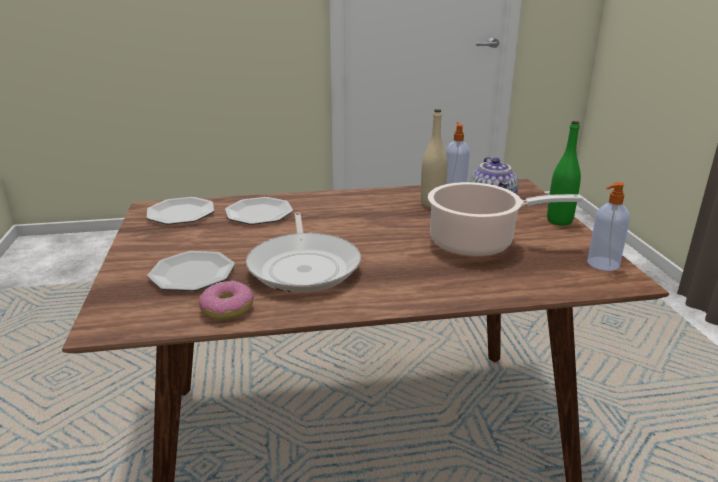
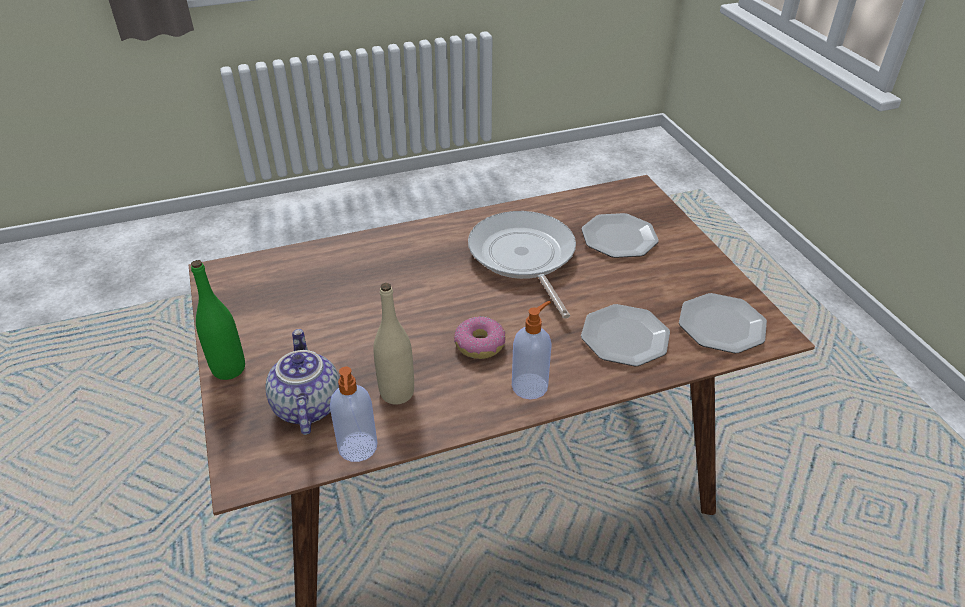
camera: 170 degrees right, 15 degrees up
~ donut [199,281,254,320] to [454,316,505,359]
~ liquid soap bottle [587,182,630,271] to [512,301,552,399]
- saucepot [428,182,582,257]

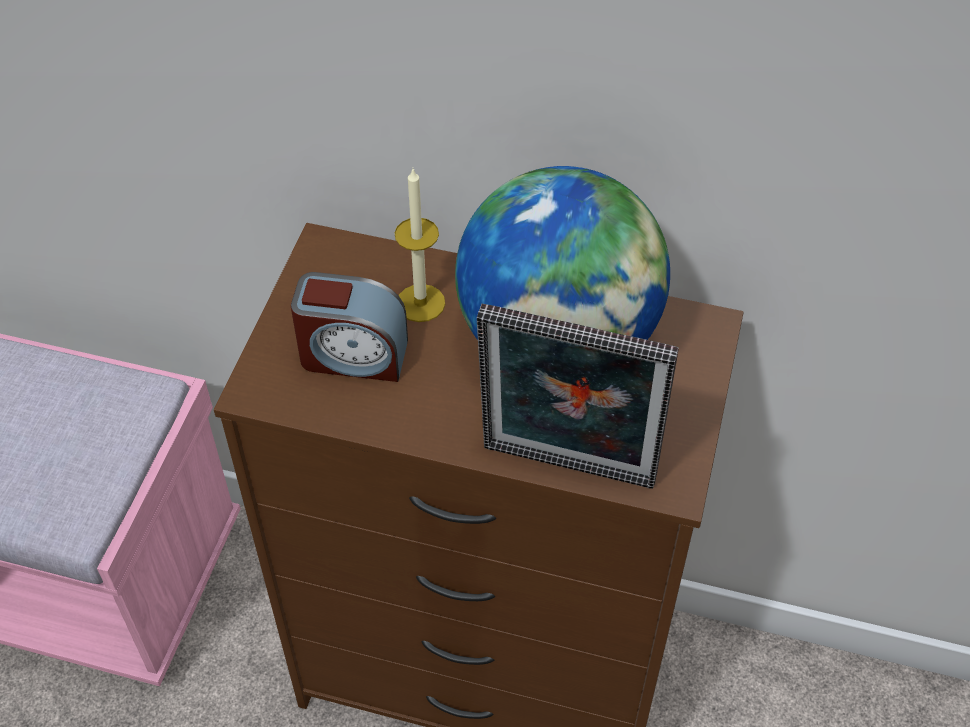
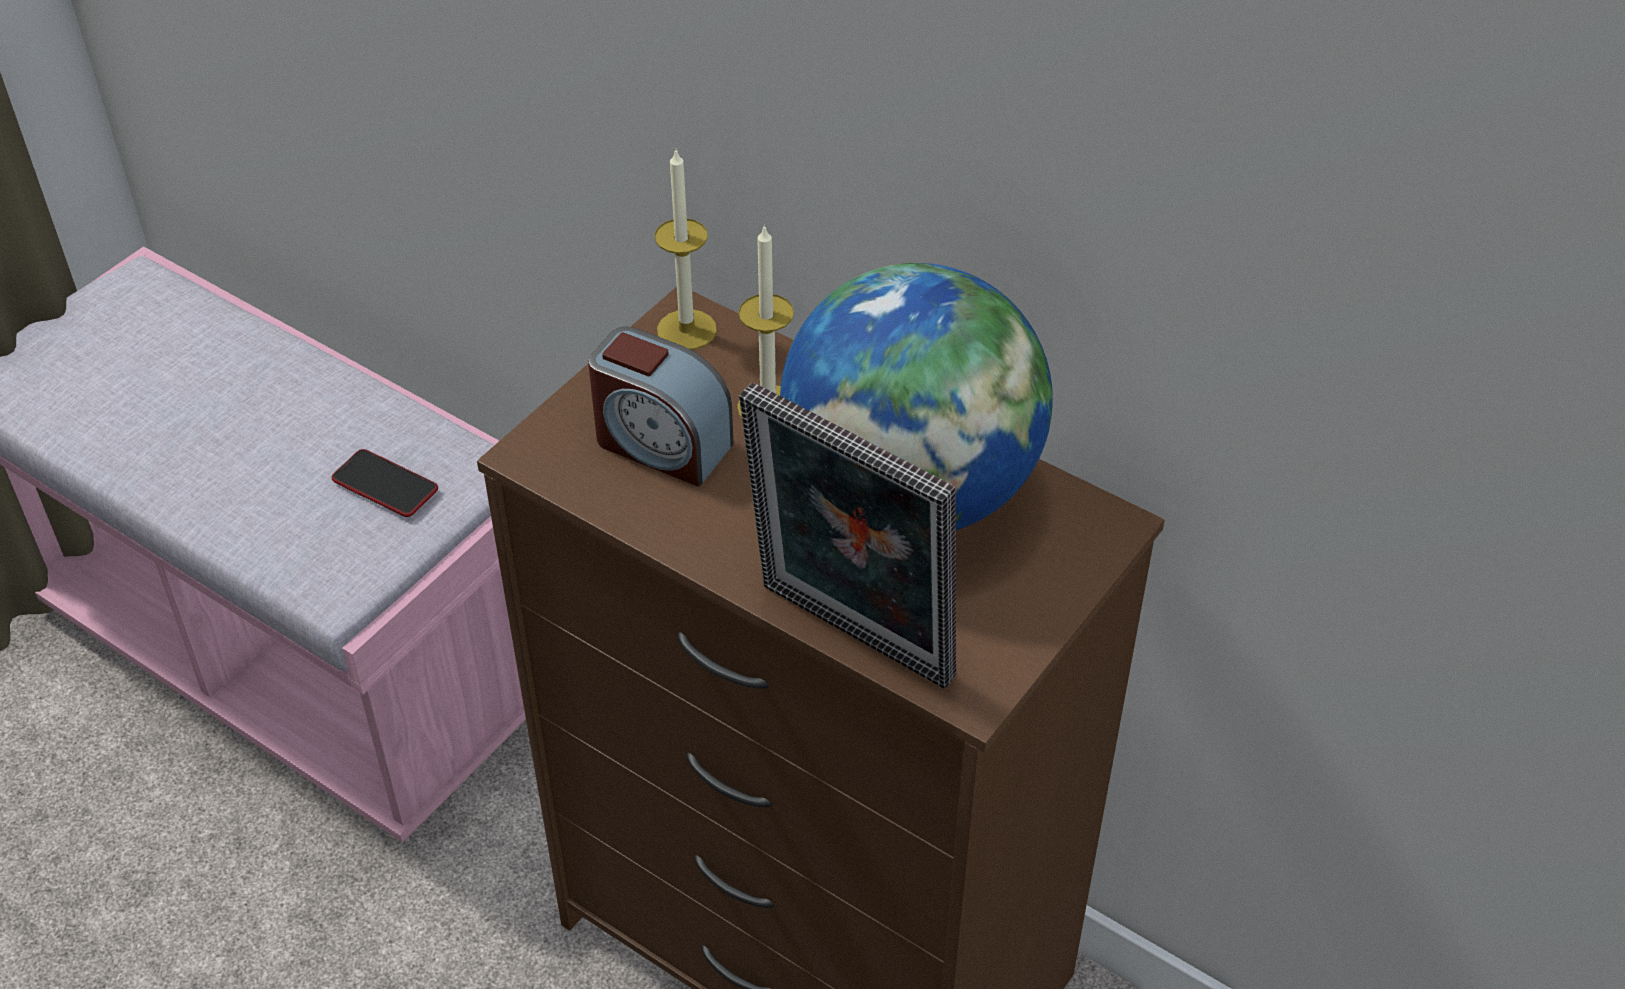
camera: 20 degrees right, 5 degrees down
+ telephone [332,449,438,517]
+ wax light [655,150,717,350]

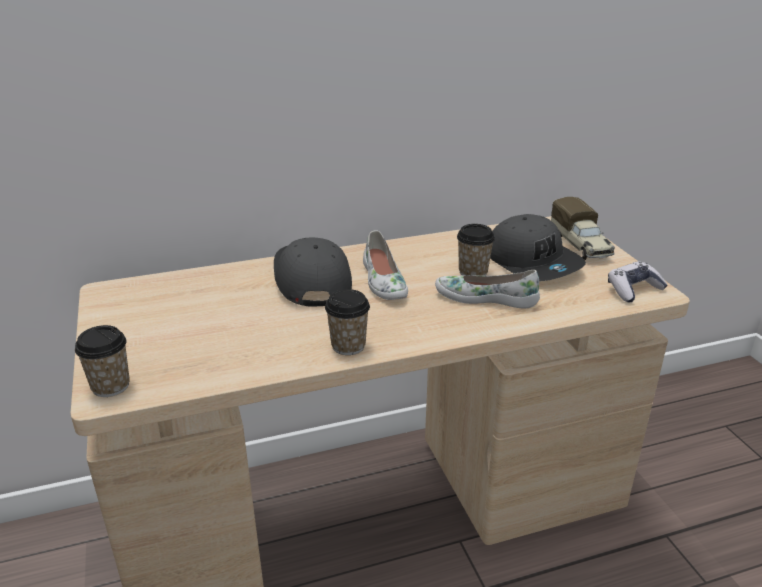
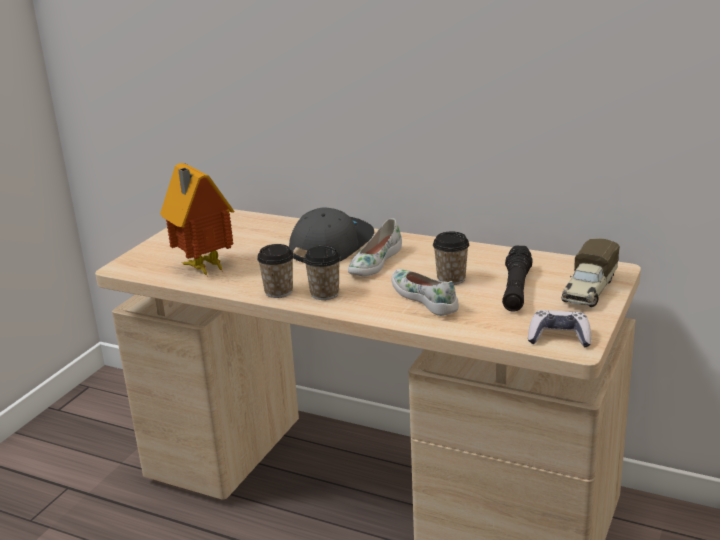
camera: 45 degrees right, 5 degrees down
+ toy house [160,163,235,277]
~ small cup [75,325,130,397] to [304,246,341,300]
~ baseball cap/greyish [490,214,586,281] to torch/black [502,245,533,312]

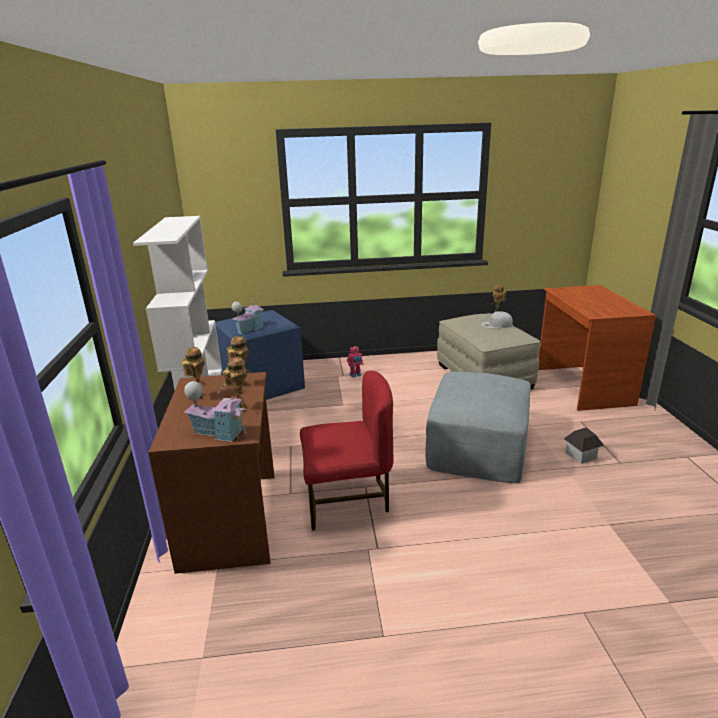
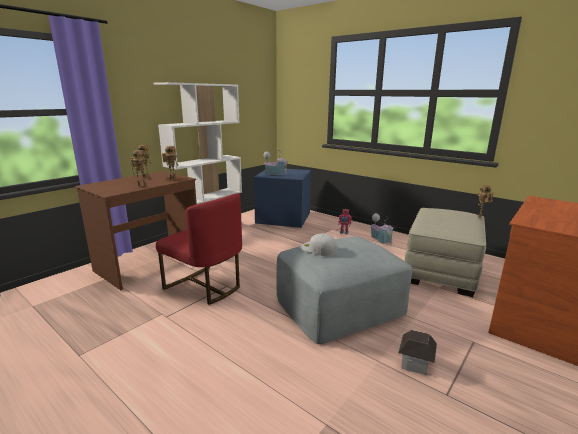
camera: 45 degrees right, 5 degrees down
~ baseball cap/white [482,311,513,329] to [300,233,337,256]
~ toy house [184,381,246,442] to [370,213,394,244]

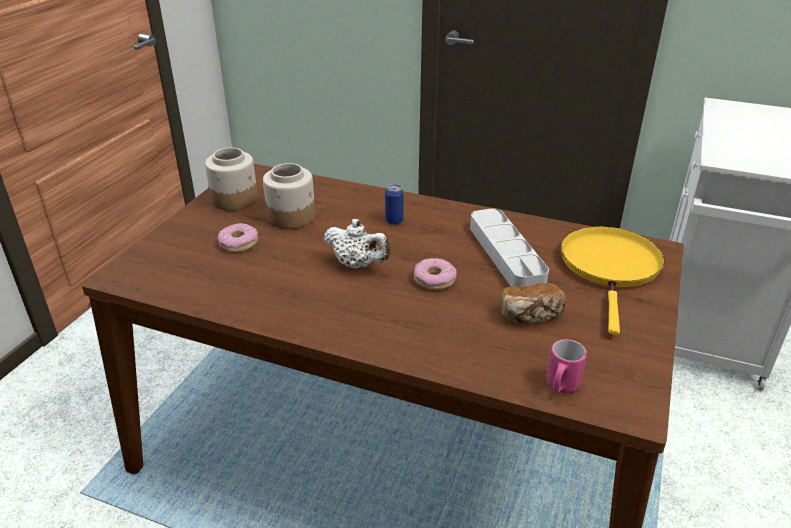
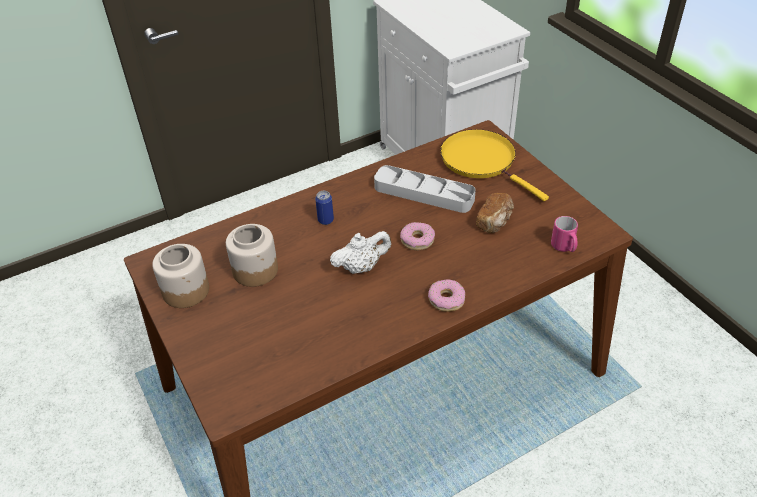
camera: 50 degrees left, 10 degrees up
~ donut [217,223,258,253] to [428,279,465,312]

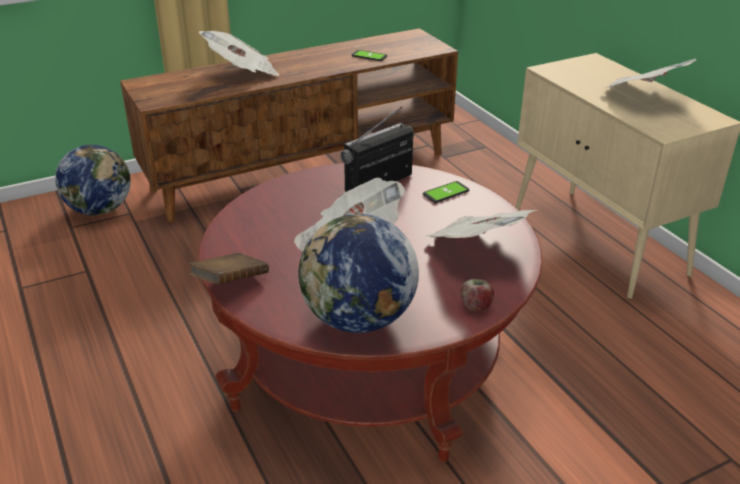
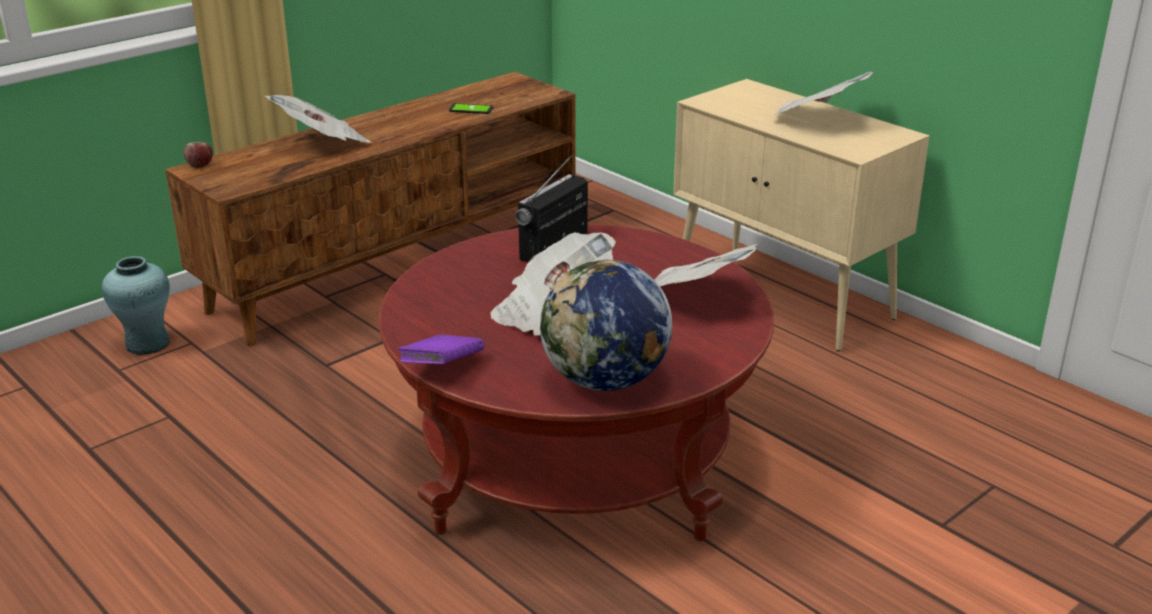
camera: 15 degrees left, 5 degrees down
~ desk globe [55,145,131,215] to flower vase/blue-green [102,256,170,355]
~ apple fruit [460,279,494,312] to [183,142,213,168]
~ bound book/brown-coloured [189,253,269,284] to bound book/purple-coloured [398,335,484,364]
- telephone [423,181,469,203]

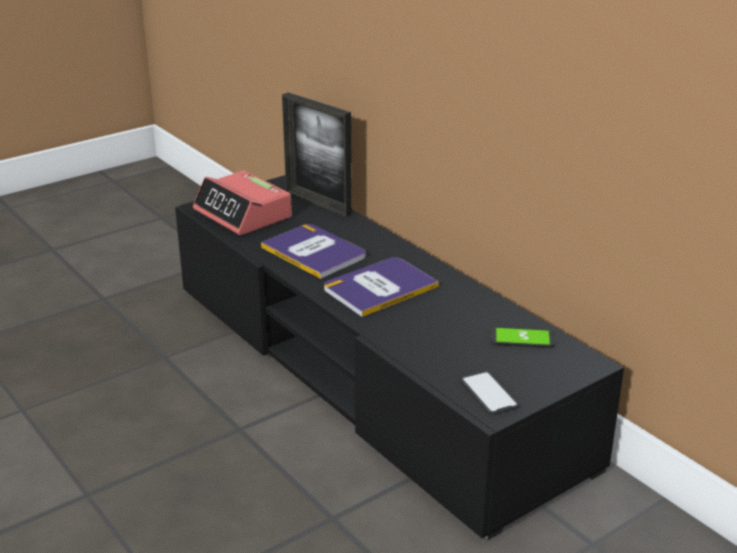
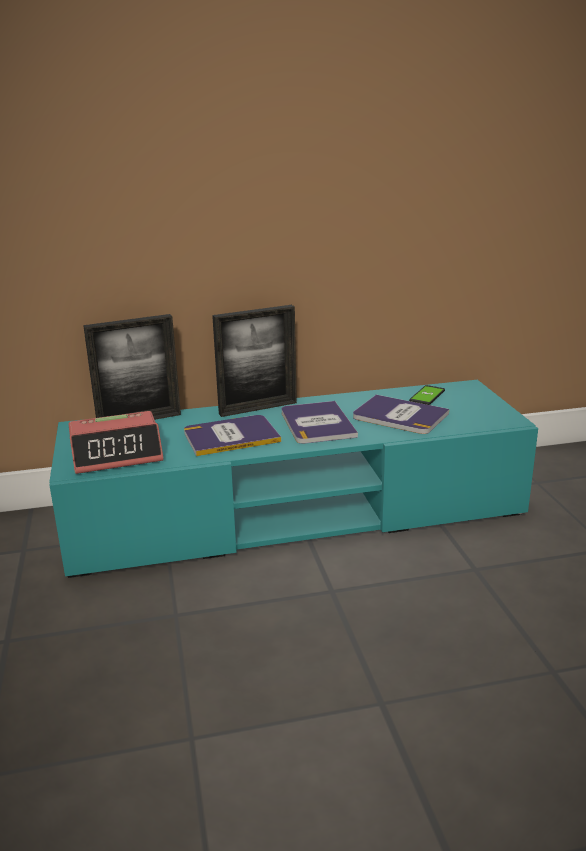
camera: 65 degrees left, 5 degrees down
~ tv unit/black [175,175,624,540] to tv unit/blue-green [49,380,538,578]
+ standing frame [212,305,297,417]
+ bound book [353,395,449,434]
- telephone [460,371,519,415]

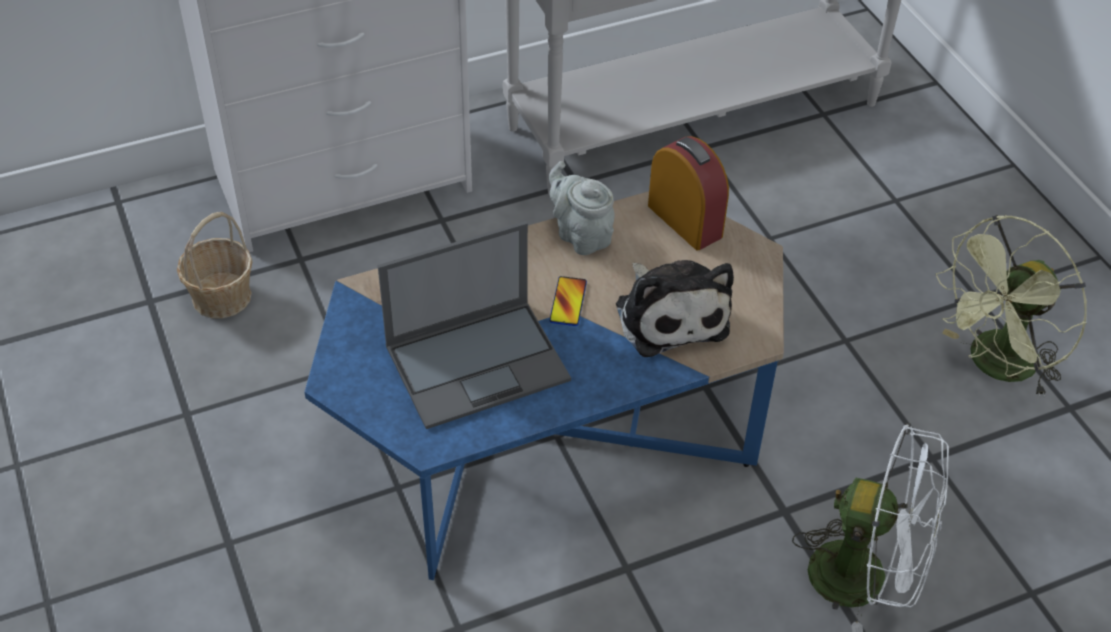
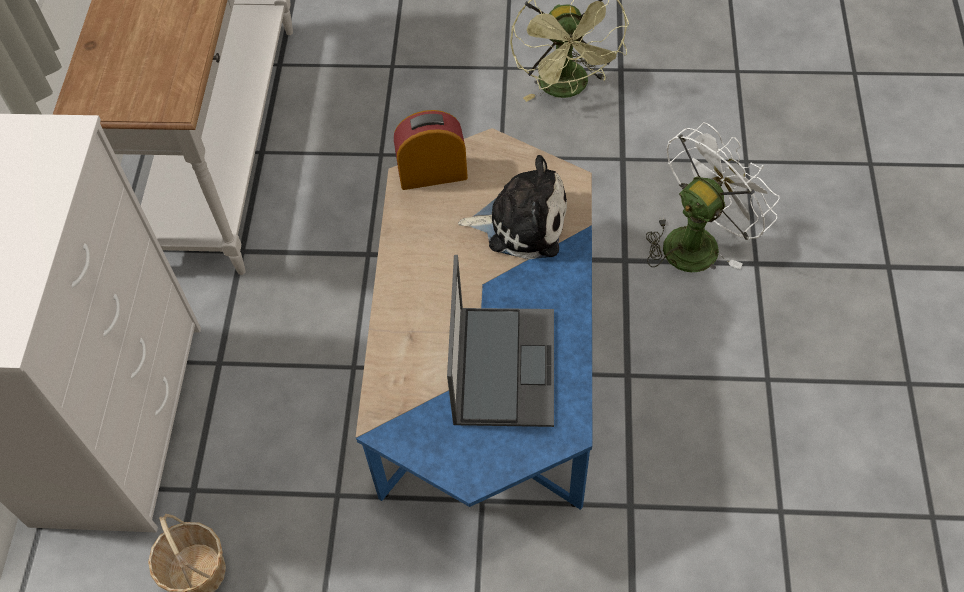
camera: 60 degrees left, 10 degrees up
- tea pot/greyish [549,161,615,255]
- telephone [549,276,587,326]

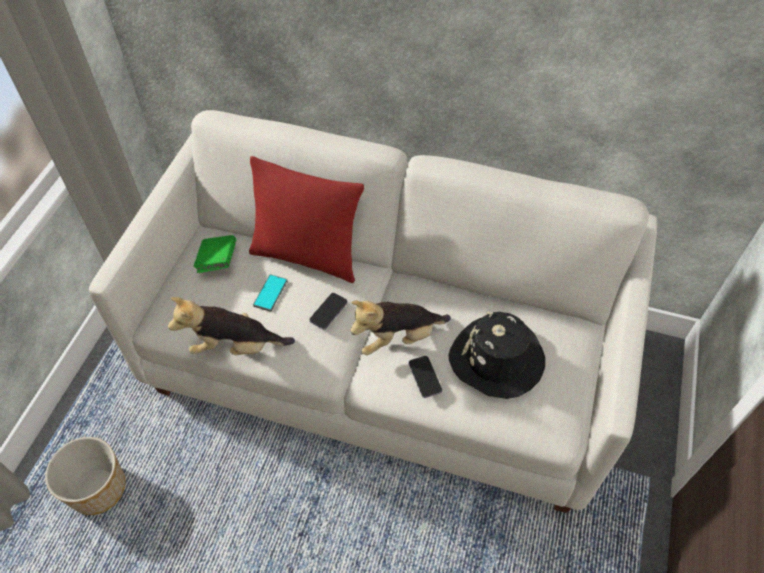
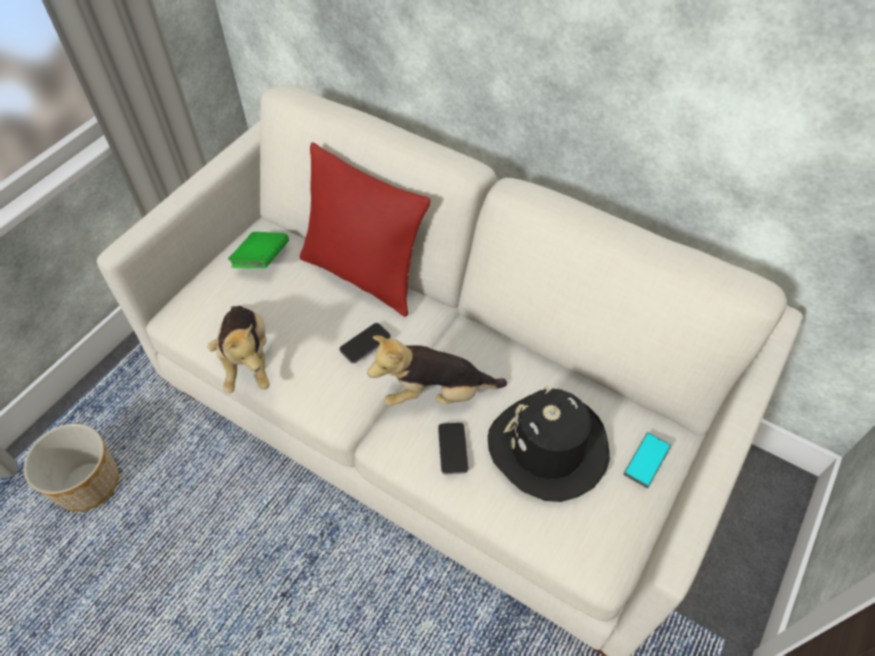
camera: 15 degrees right, 0 degrees up
~ plush toy [168,297,295,355] = [208,306,270,394] 120 degrees counterclockwise
~ telephone [253,274,287,312] to [623,432,671,488]

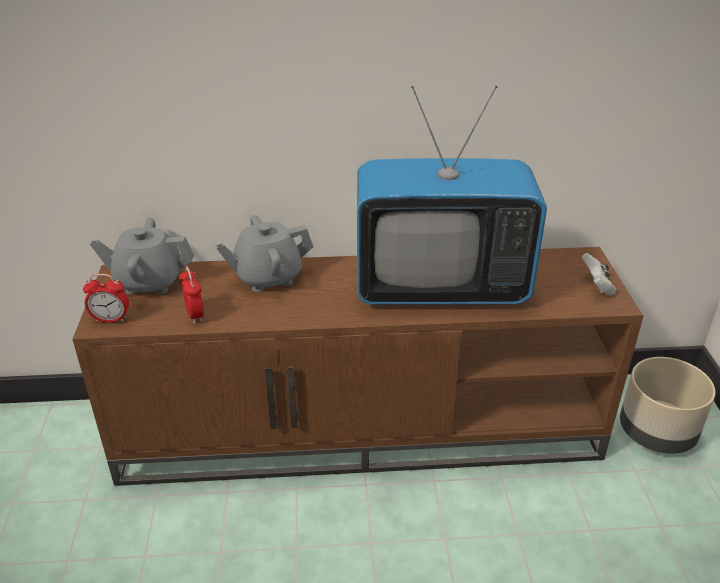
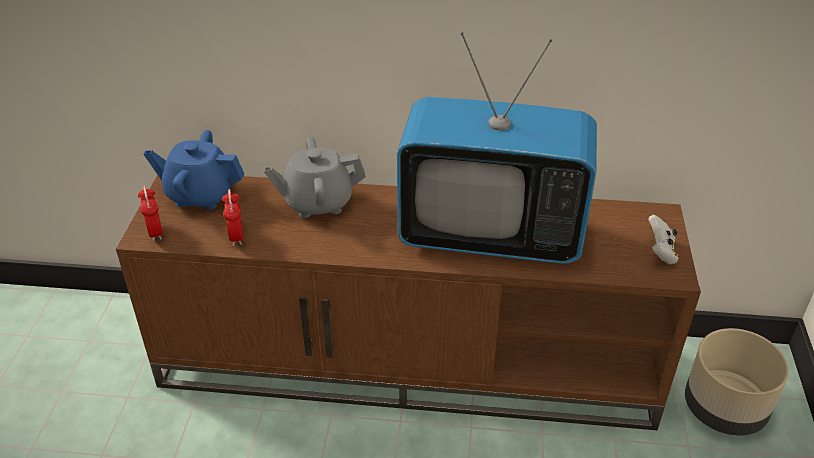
camera: 10 degrees right, 5 degrees up
~ alarm clock [83,274,129,323] = [138,186,163,241] 60 degrees clockwise
~ tea pot/greyish [90,218,194,295] to tea pot/blue [144,130,244,210]

